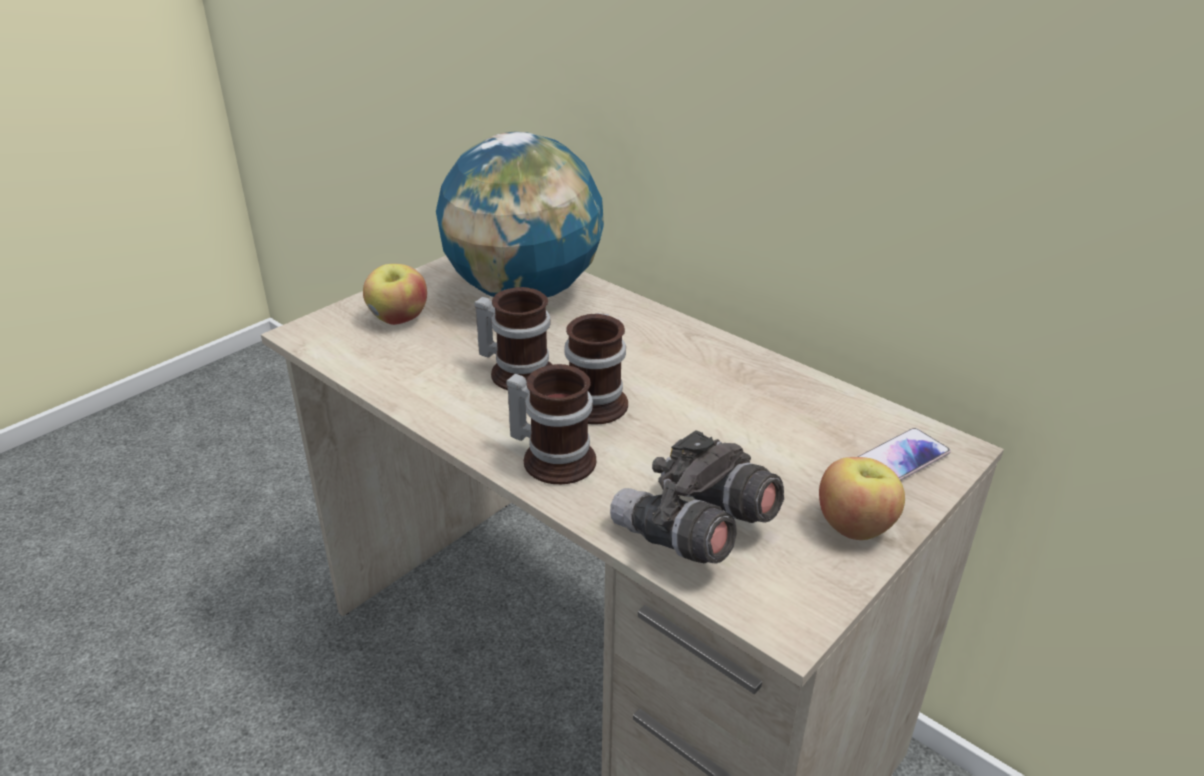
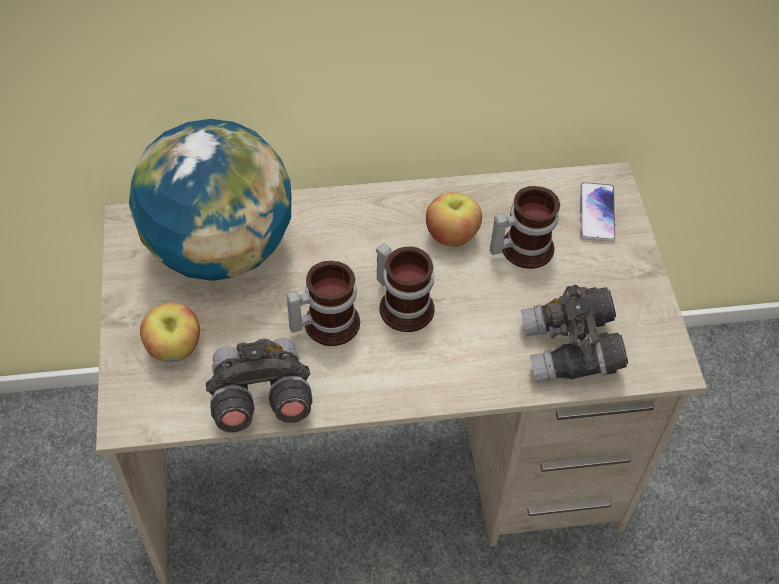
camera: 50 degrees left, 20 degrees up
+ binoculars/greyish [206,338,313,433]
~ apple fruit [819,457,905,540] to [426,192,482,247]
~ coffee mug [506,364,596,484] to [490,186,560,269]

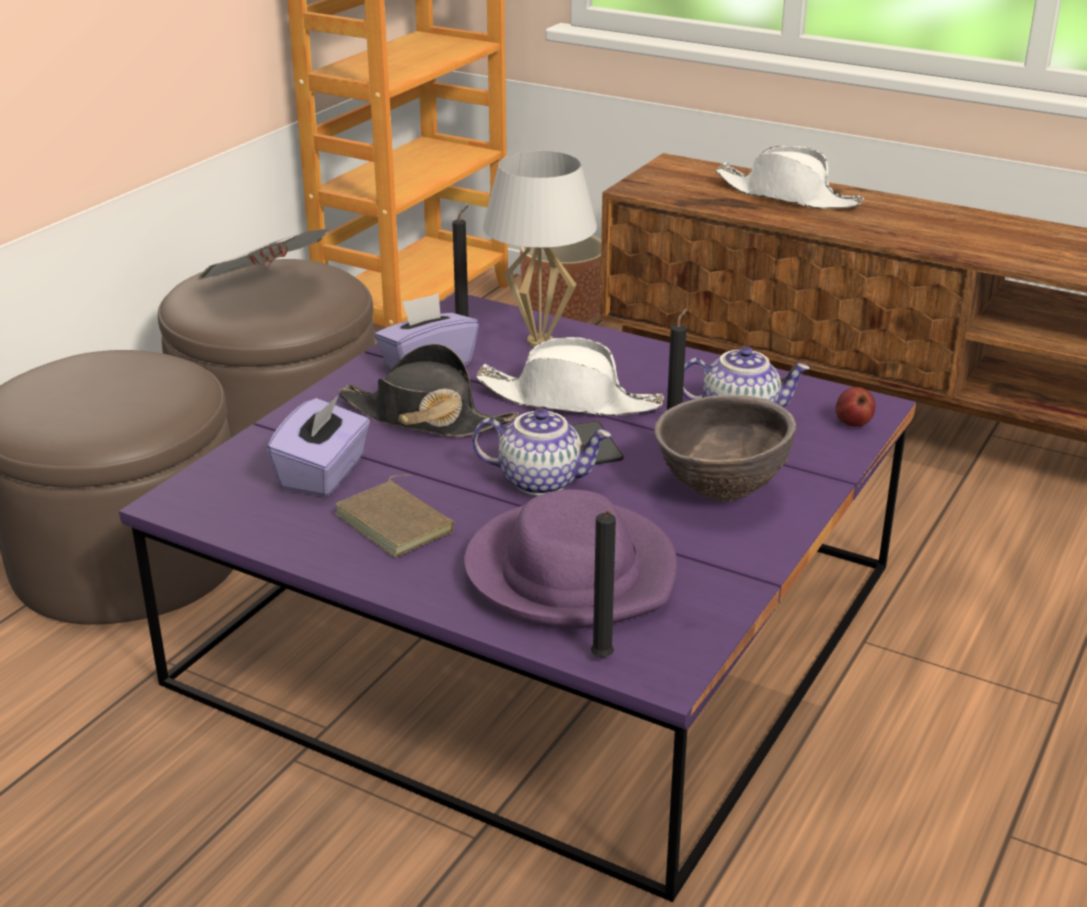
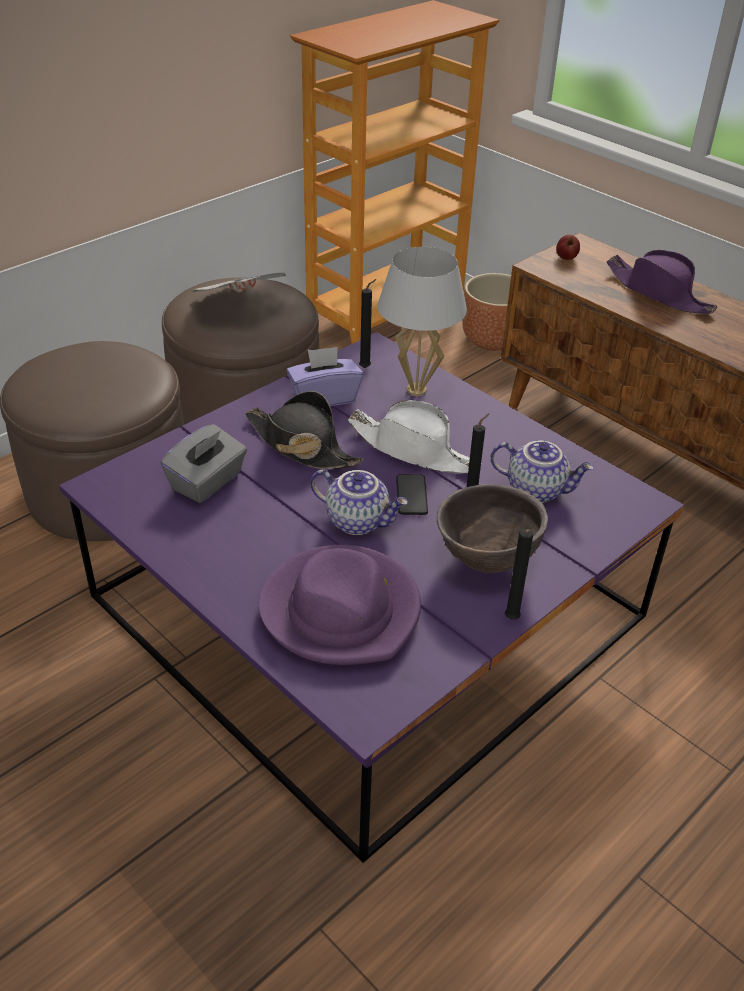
camera: 15 degrees right, 10 degrees up
~ tissue box/purple-coloured [267,395,370,497] to tissue box/greyish [161,424,247,503]
~ wax light/black [591,510,616,658] to [505,529,533,620]
~ apple fruit [836,387,876,427] to [556,235,580,260]
~ wearable hat/white [715,146,864,209] to wearable hat/purple-coloured [606,250,717,314]
- bound book/brown-coloured [335,474,454,557]

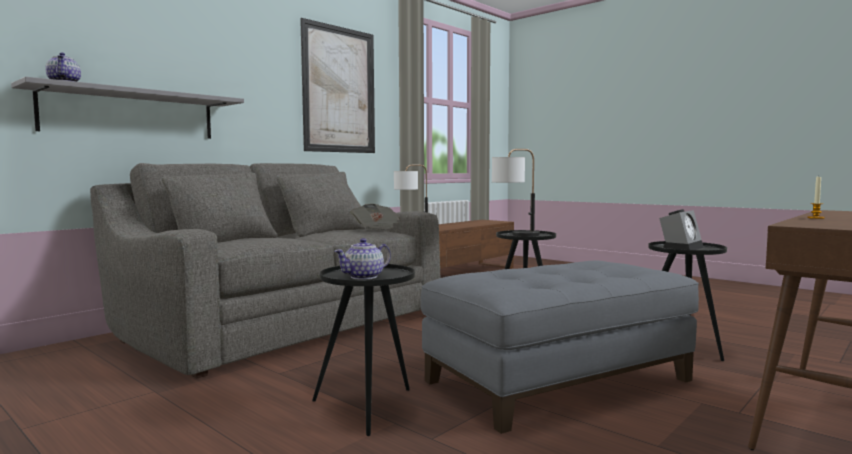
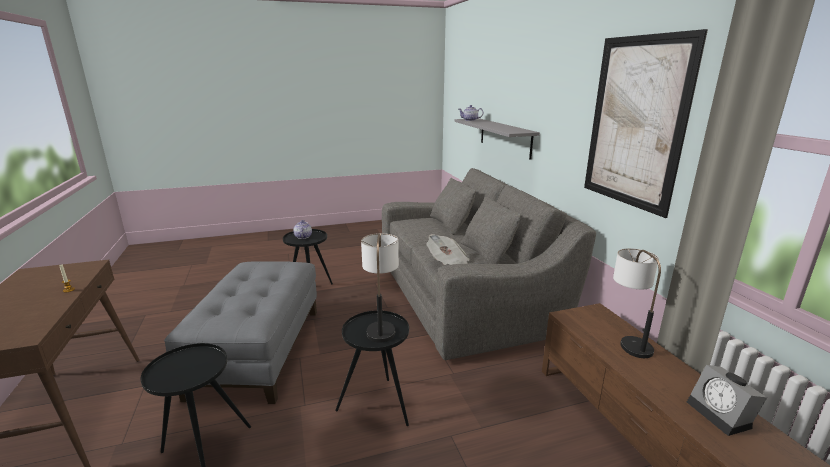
camera: 120 degrees right, 15 degrees up
~ alarm clock [659,209,704,250] to [687,365,767,436]

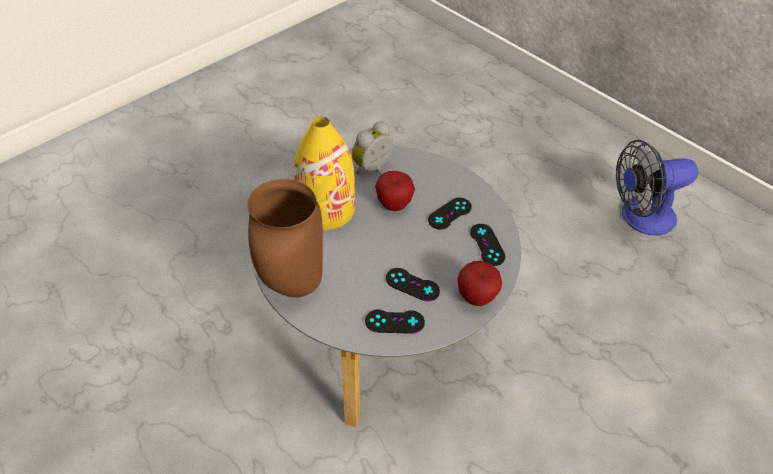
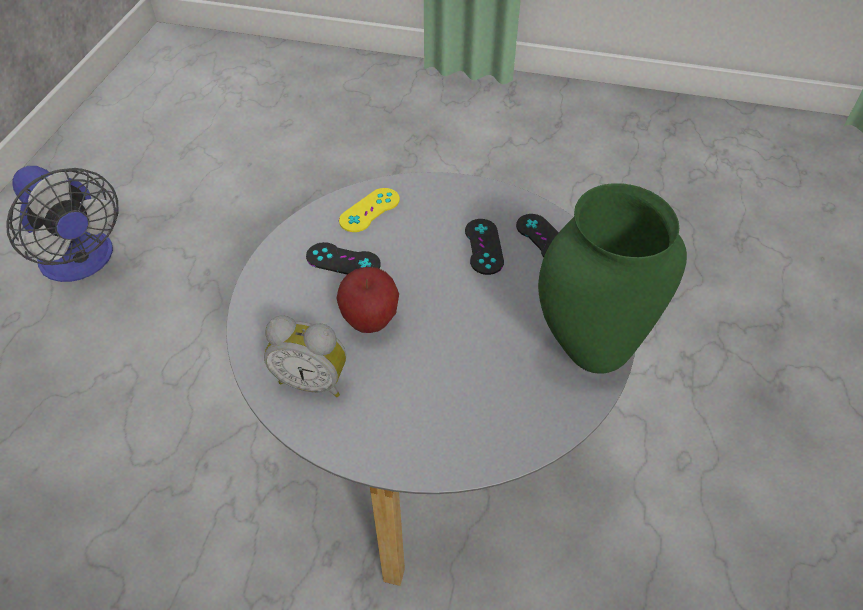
camera: 120 degrees left, 0 degrees up
~ gamepad/black [470,224,505,266] to gamepad/yellow-coloured [339,188,400,232]
~ flower vase/brown-coloured [247,179,323,298] to flower vase/green-coloured [538,183,687,374]
- flower vase/yellow-coloured [294,116,356,230]
- apple fruit [457,261,502,306]

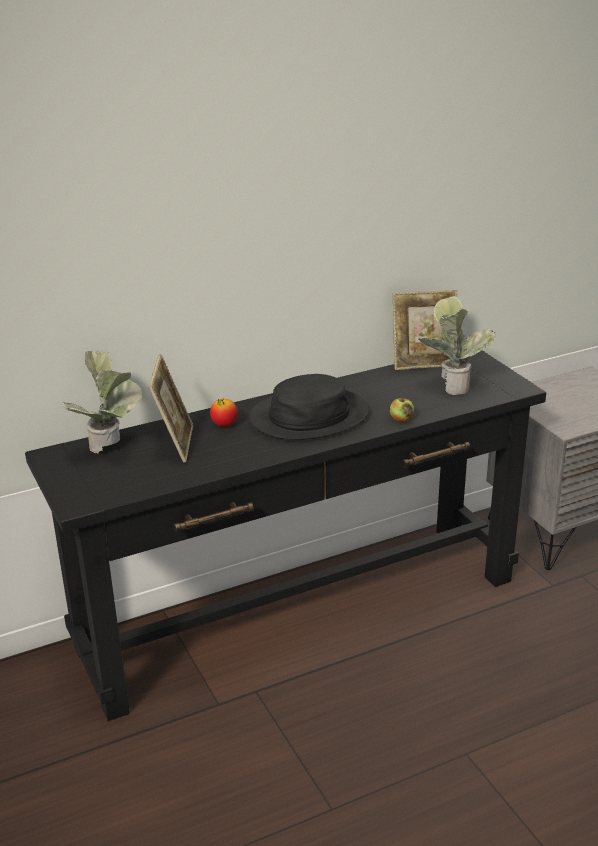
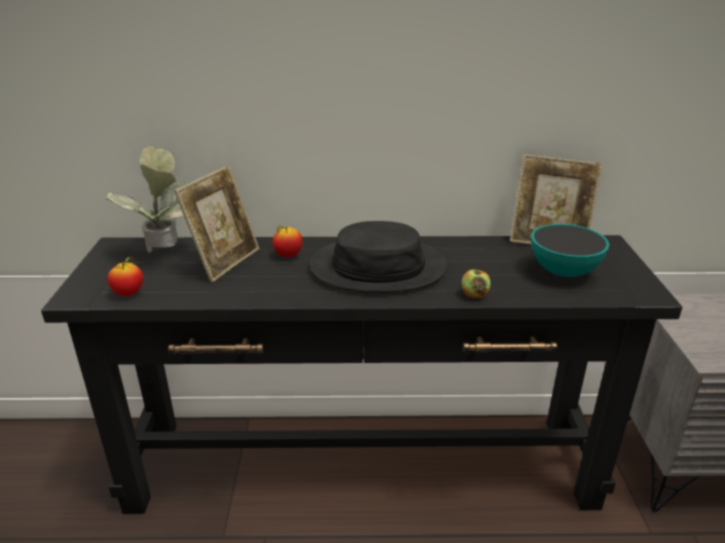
camera: 25 degrees right, 0 degrees up
+ apple fruit [107,257,143,296]
~ potted plant [419,296,495,395] to bowl [531,224,609,277]

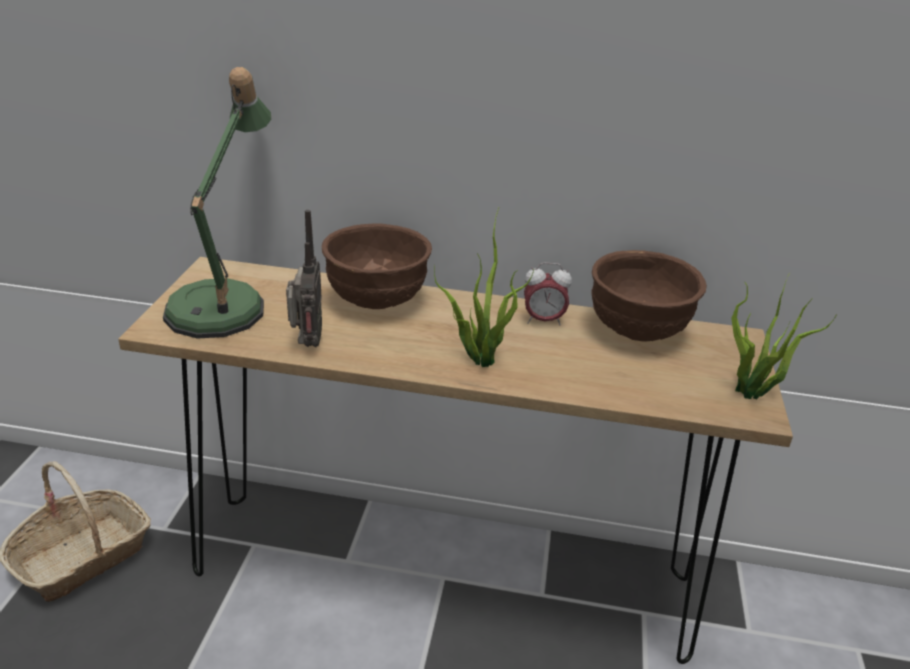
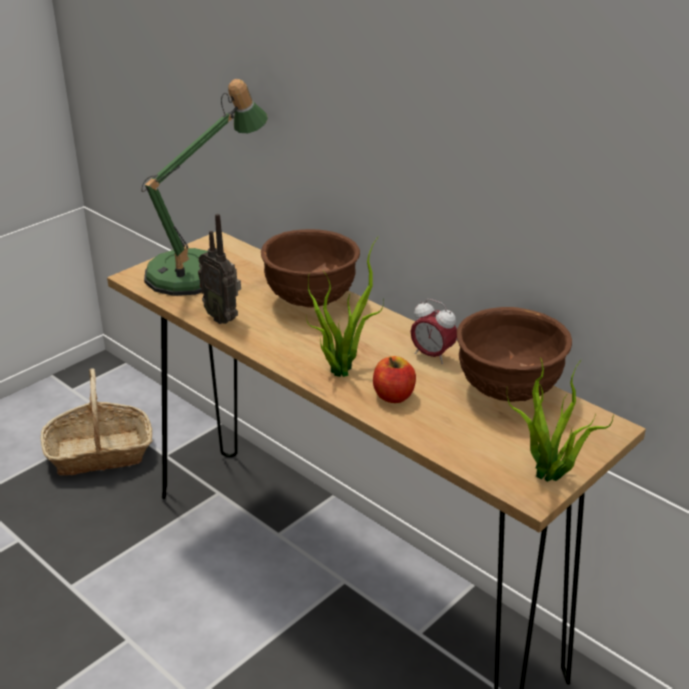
camera: 35 degrees right, 0 degrees up
~ radio set [286,210,322,347] = [198,214,241,324] 105 degrees clockwise
+ apple fruit [373,356,416,403]

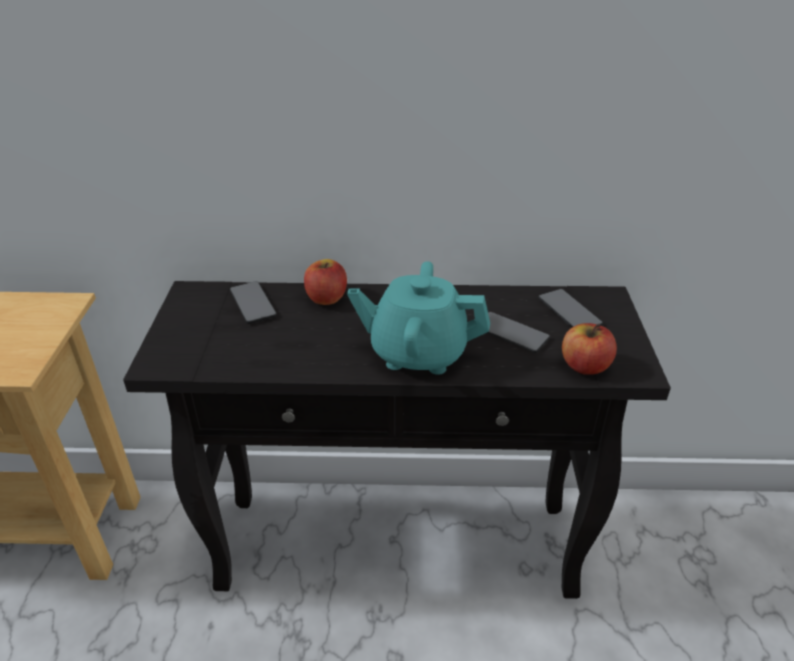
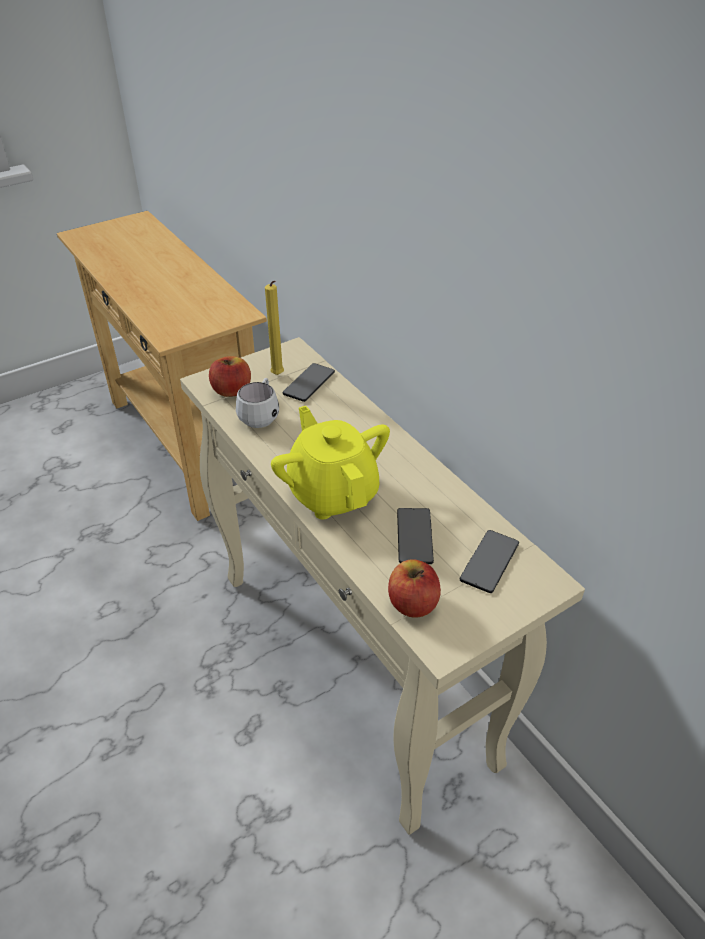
camera: 55 degrees right, 5 degrees up
~ narrow table/black [123,281,671,599] to narrow table/beige [180,337,585,835]
~ apple fruit [304,259,347,305] to [209,356,251,397]
+ coffee mug/white [236,378,279,428]
+ wax light/yellow-coloured [265,281,284,375]
~ tea pot/blue-green [347,261,490,375] to tea pot/yellow-coloured [271,406,390,519]

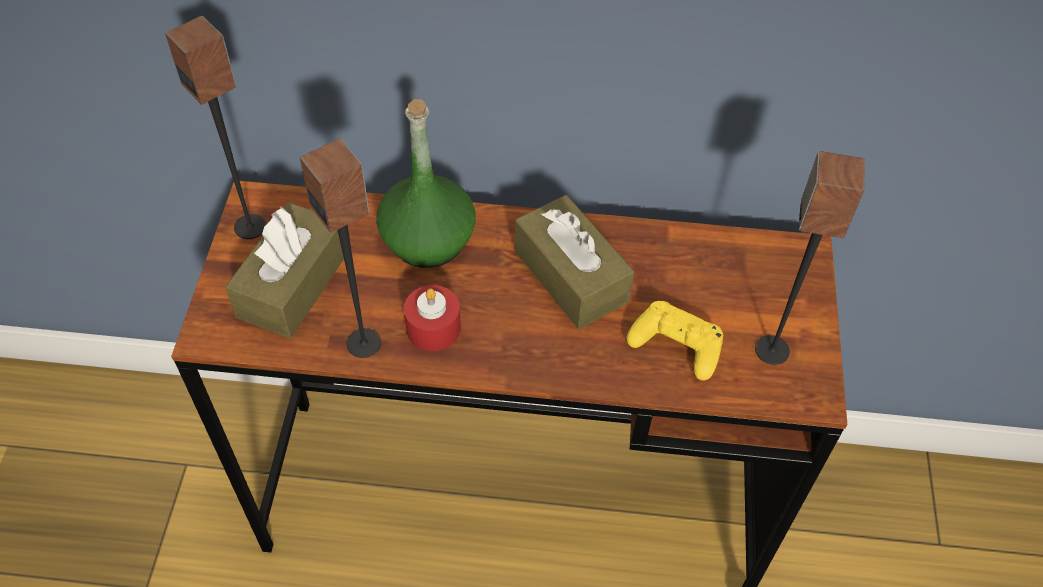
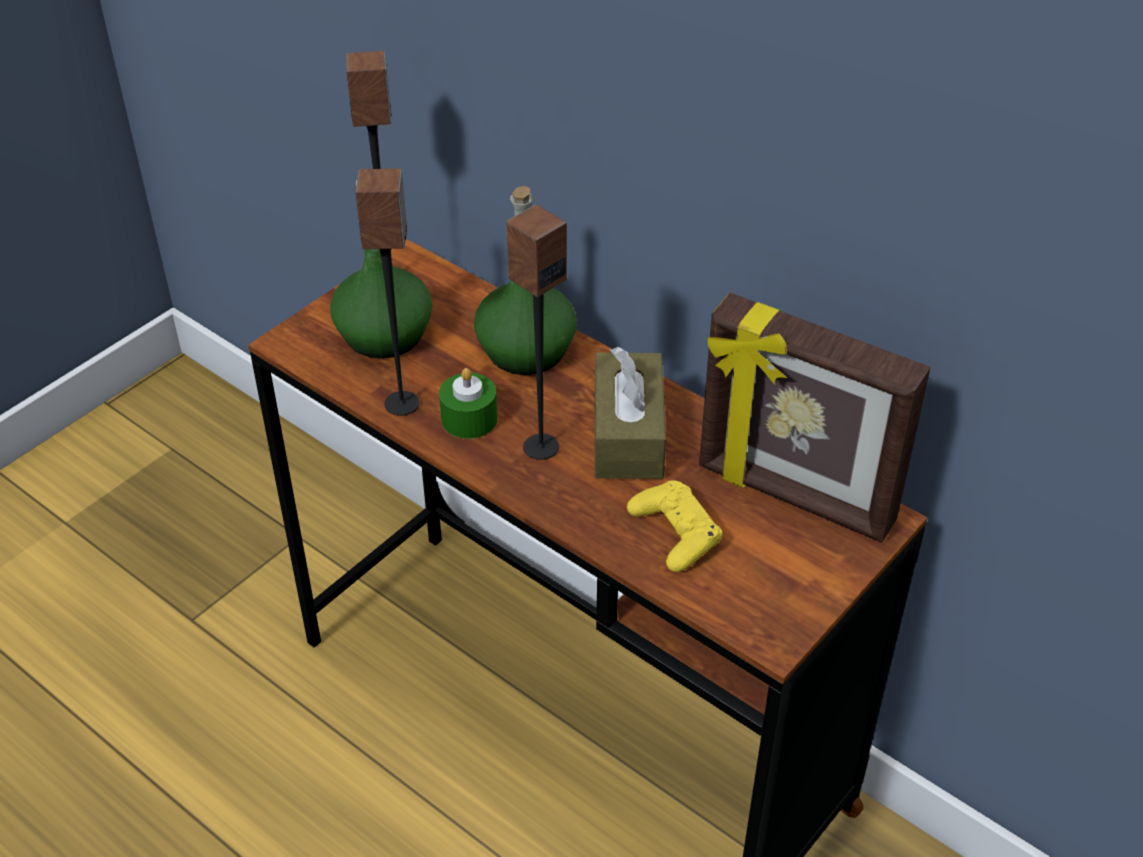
camera: 35 degrees right, 10 degrees down
~ tissue box/brown-coloured [225,202,344,339] to drink bottle/green-coloured [330,181,432,359]
~ wax light/red-coloured [404,285,461,351] to wax light/green-coloured [439,368,497,439]
~ speaker [755,151,865,365] to [506,204,567,460]
+ standing frame [699,293,930,543]

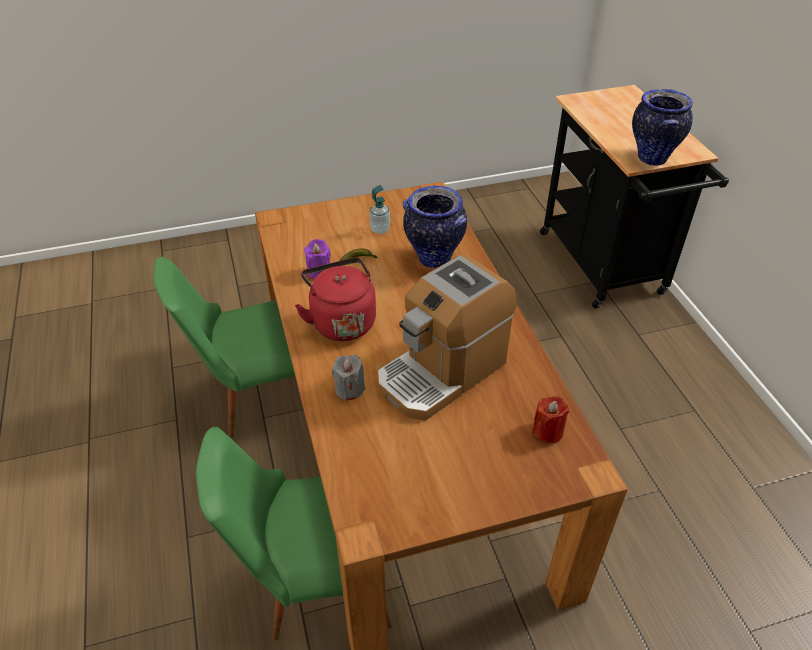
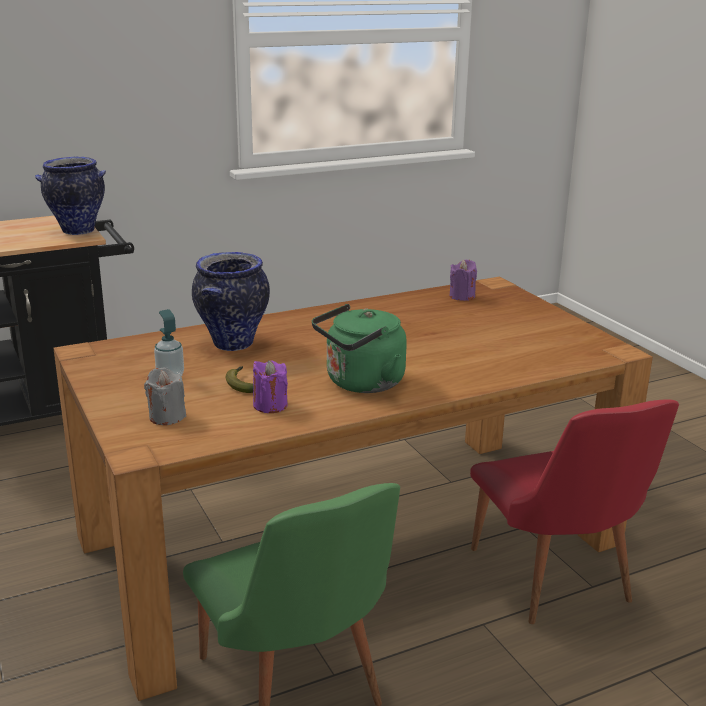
camera: 100 degrees left, 20 degrees down
~ wax light/greyish [332,355,365,401] to [144,367,186,425]
~ kettle/red-coloured [295,257,376,341] to kettle/green-coloured [312,304,407,393]
~ wax light/red-coloured [532,396,569,444] to wax light/purple-coloured [449,259,477,301]
~ upright chair/green-coloured [196,427,392,641] to upright chair/red-coloured [470,400,679,624]
- coffee brewer [377,254,517,420]

